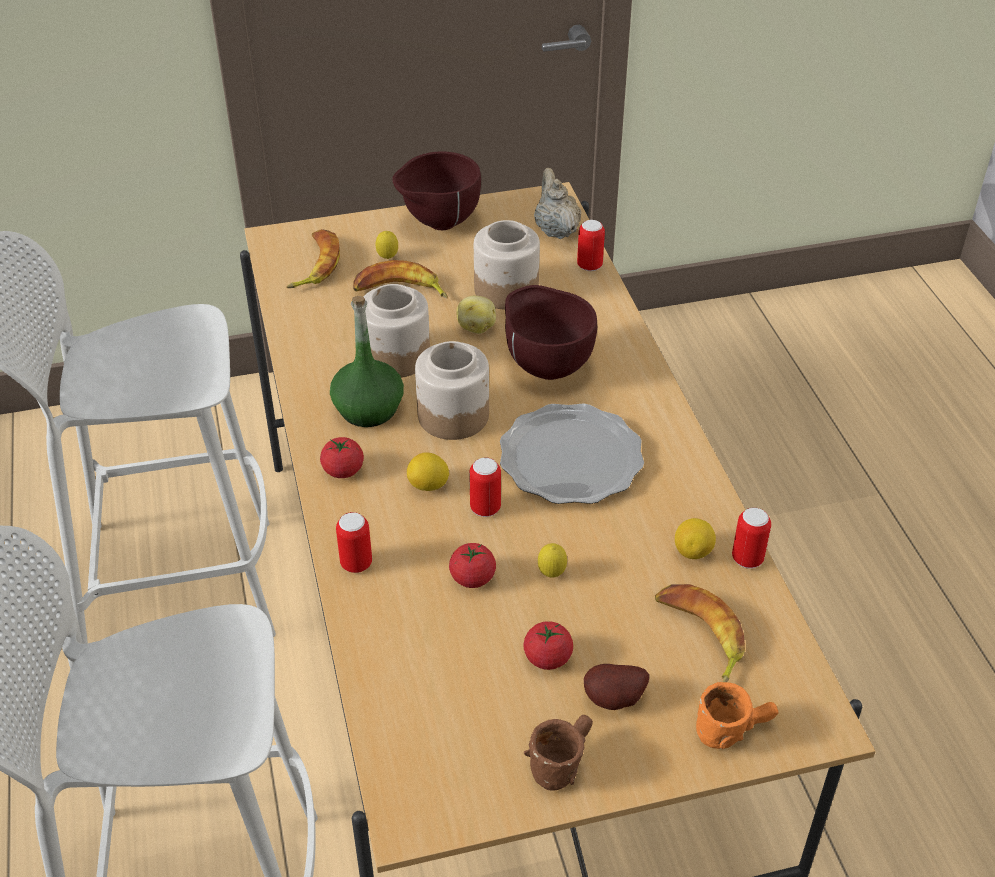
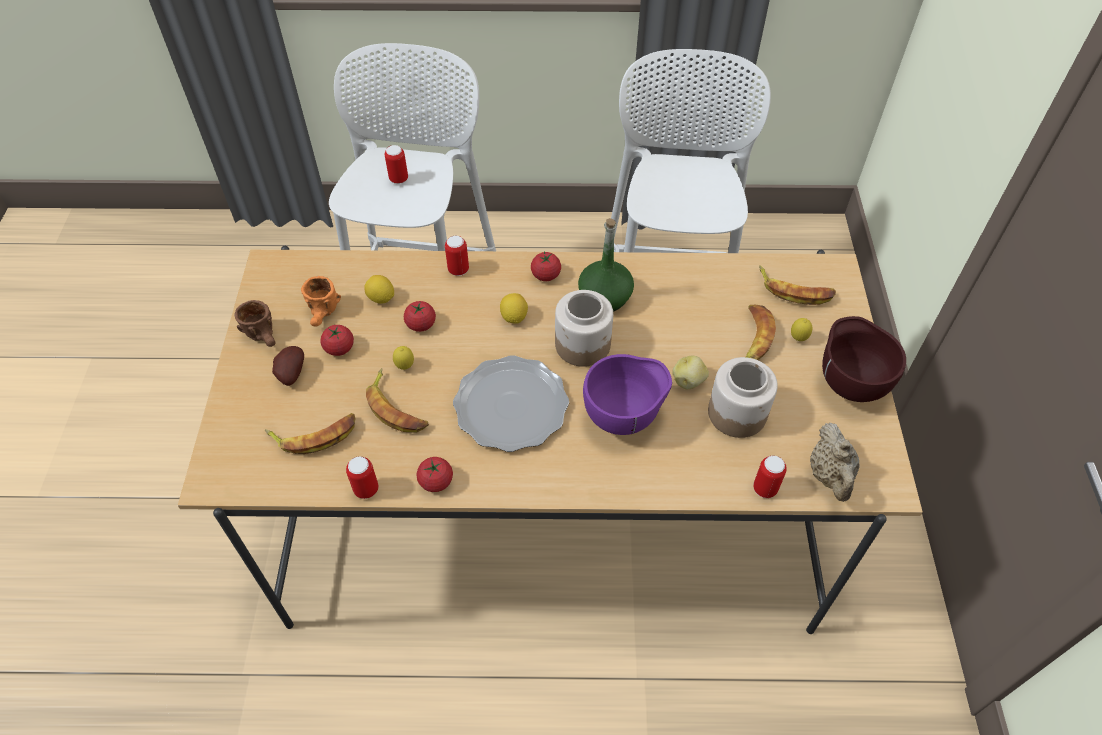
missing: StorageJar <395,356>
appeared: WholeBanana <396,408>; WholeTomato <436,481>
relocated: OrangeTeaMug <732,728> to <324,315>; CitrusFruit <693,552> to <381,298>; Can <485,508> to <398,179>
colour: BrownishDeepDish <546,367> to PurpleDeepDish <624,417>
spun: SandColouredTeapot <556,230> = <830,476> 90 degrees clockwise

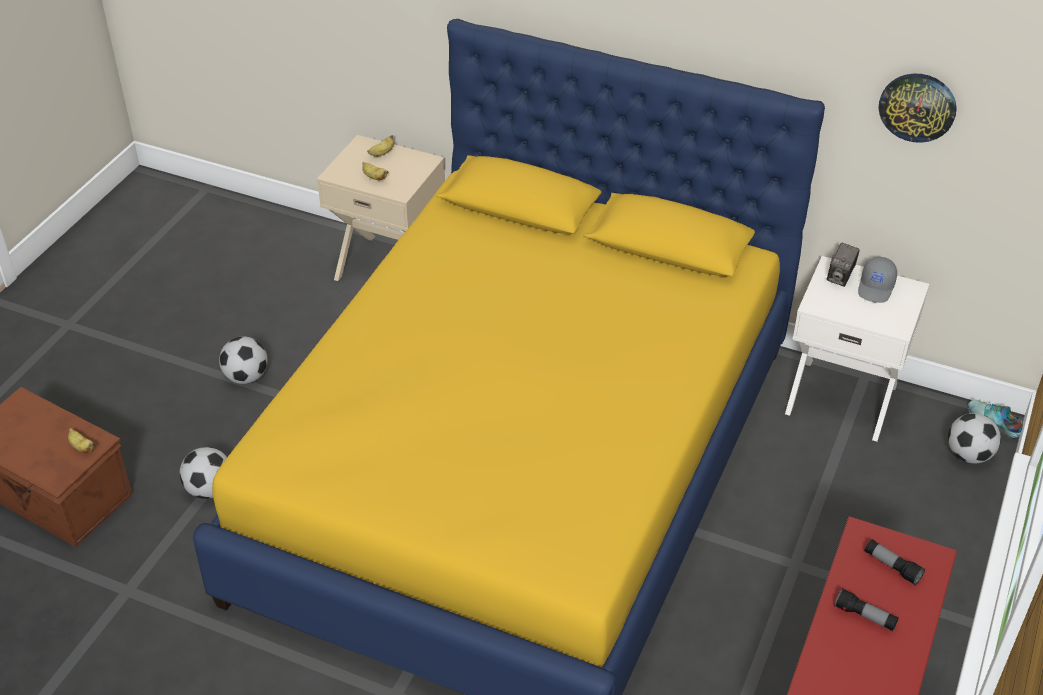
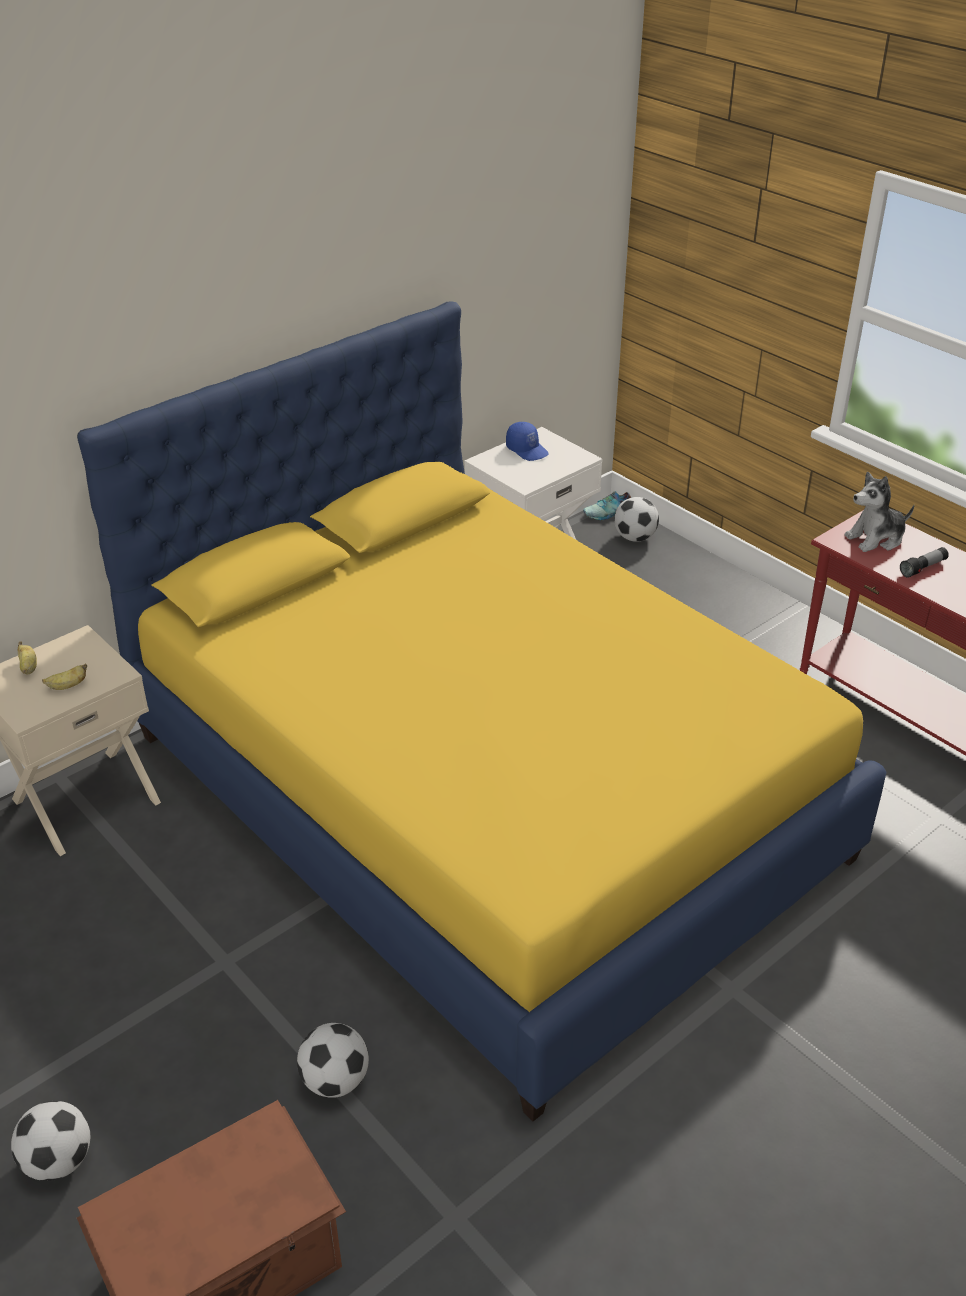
missing: WholeBanana <81,447>; PhotoCamera <840,277>; ClockOnTheWall <917,107>
relocated: FootballBall <246,377> to <58,1161>
exchanged: HandTorch <892,567> to CuddlyToy <876,538>
colour: GreyPeakedCap <876,288> to BlueColouredPeakedCap <527,450>

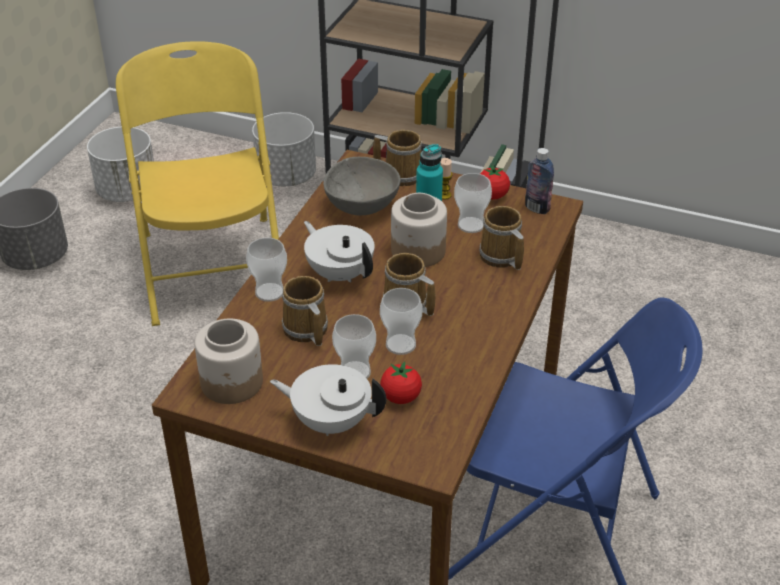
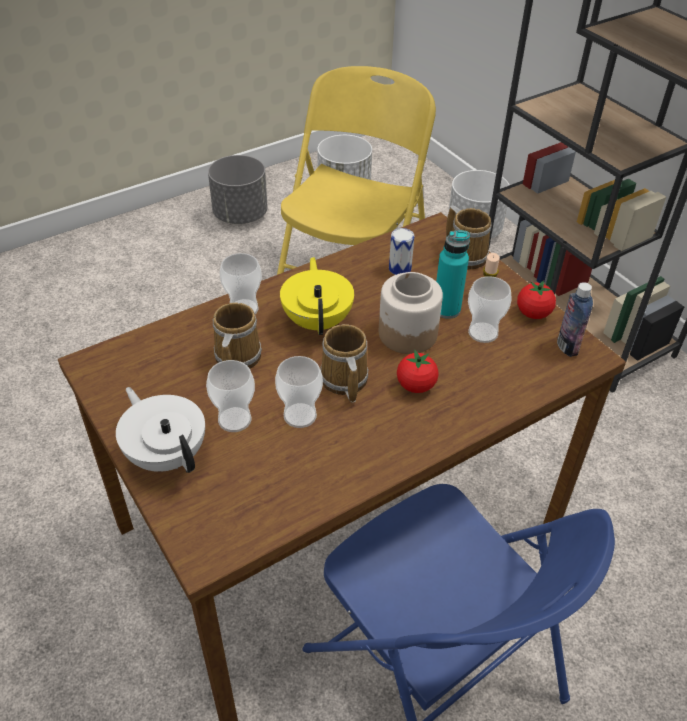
missing: StorageJar <232,383>; TeaMug <500,257>
relocated: WholeTomato <401,397> to <416,385>
exchanged: GreyDeepDish <361,206> to Can <400,269>
colour: WhiteColouredTeapot <340,273> to YellowTeapot <318,321>

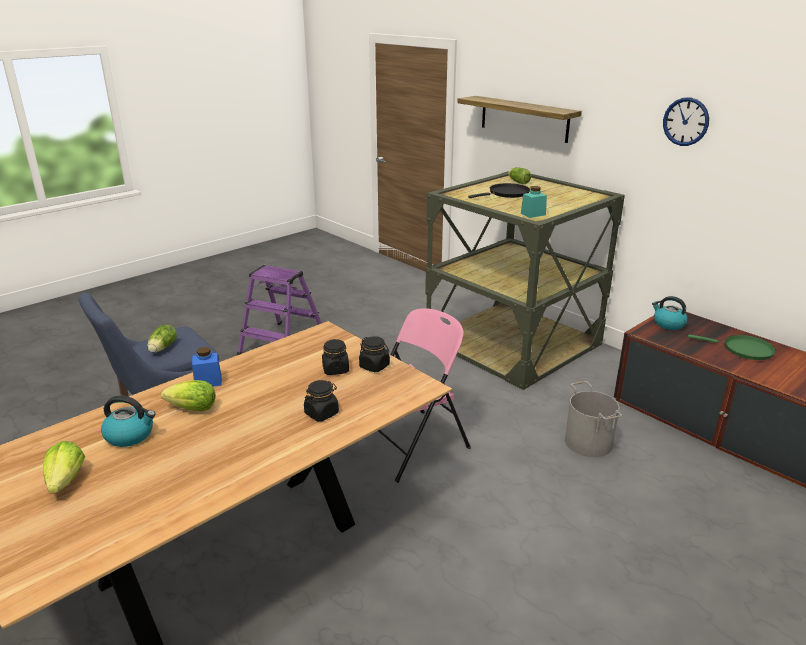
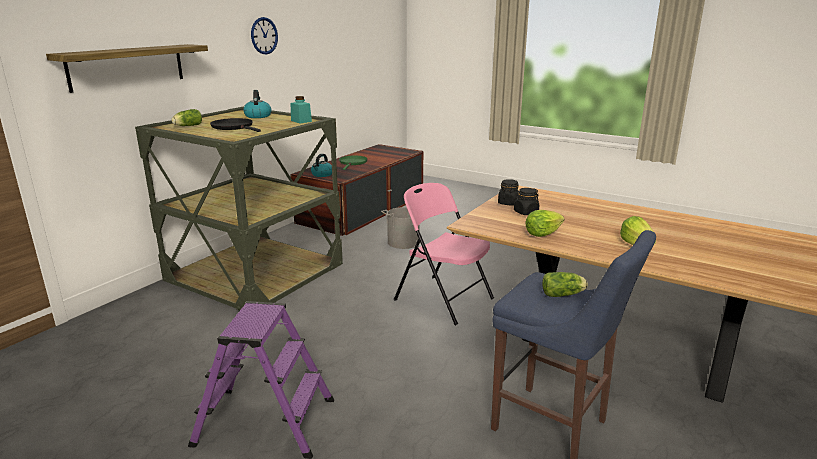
missing: BlueColouredStorageJar <208,381>; BlackStorageJar <321,413>
relocated: TeaKettle <130,435> to <258,116>; Lettuce <66,481> to <542,234>

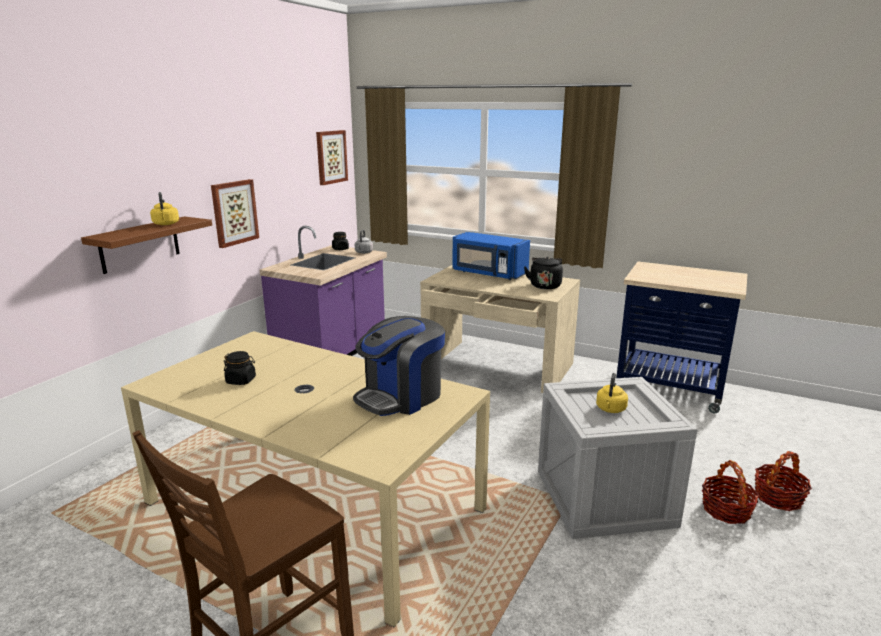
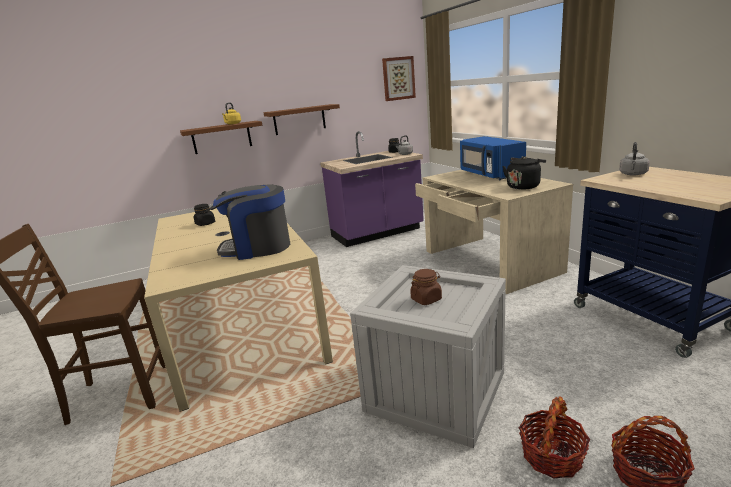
appeared: GreyTeaKettle <633,174>
exchanged: WallPicture <234,212> to BrownishShelf <299,119>; YellowTeaKettle <610,409> to BrownishStorageJar <426,299>

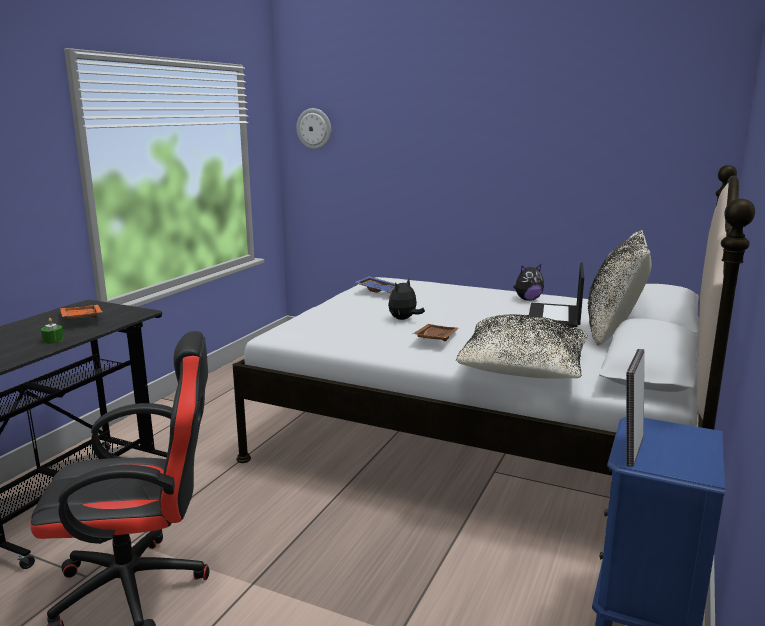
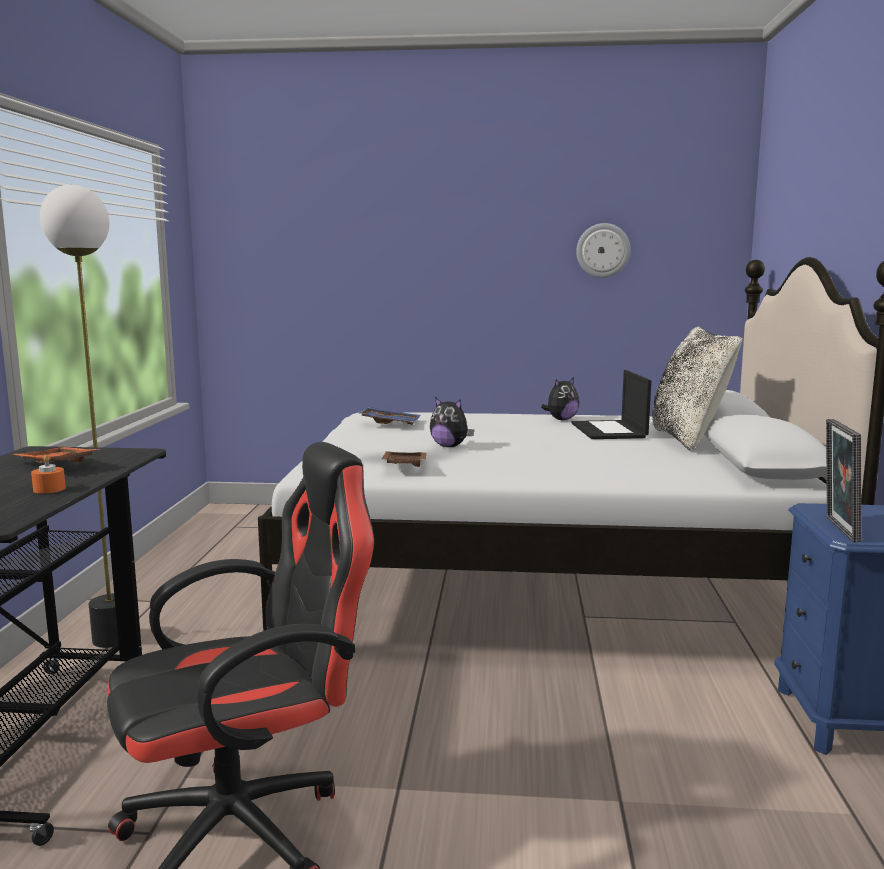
missing: SandColouredPillow <522,365>
appeared: StandingLamp <111,639>
relocated: BrownishServingTray <435,339> to <403,466>; ClockOnTheWall <314,129> to <603,250>
colour: GreenWaxCandle <53,340> to OrangeWaxCandle <49,489>
spun: CuddlyToy <404,319> = <450,446> 75 degrees counterclockwise

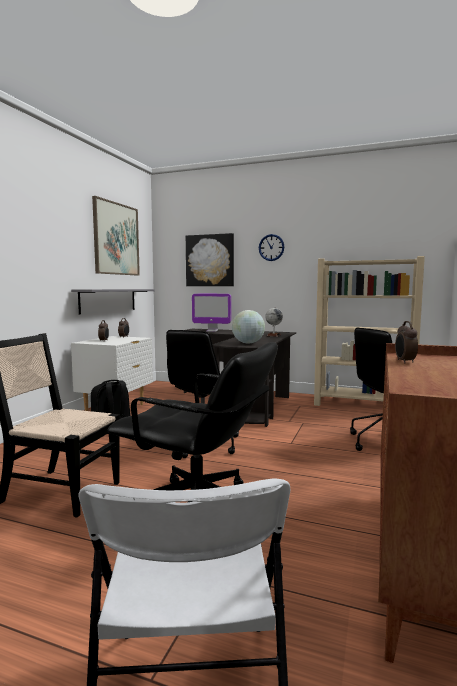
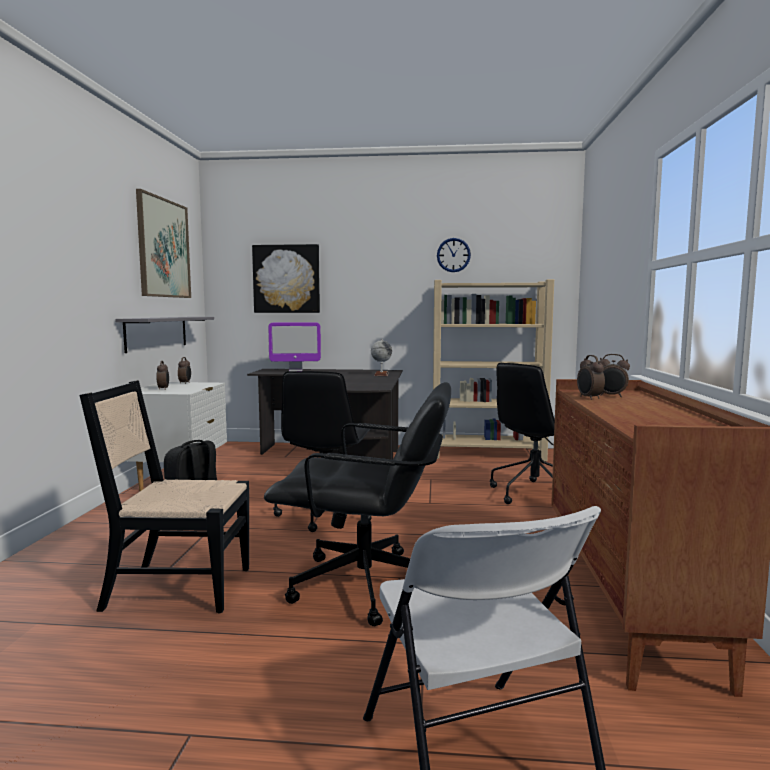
missing: WorldGlobe <248,343>
appeared: BedsideClock <611,396>
relocated: ClockOnTheWall <271,247> to <453,255>

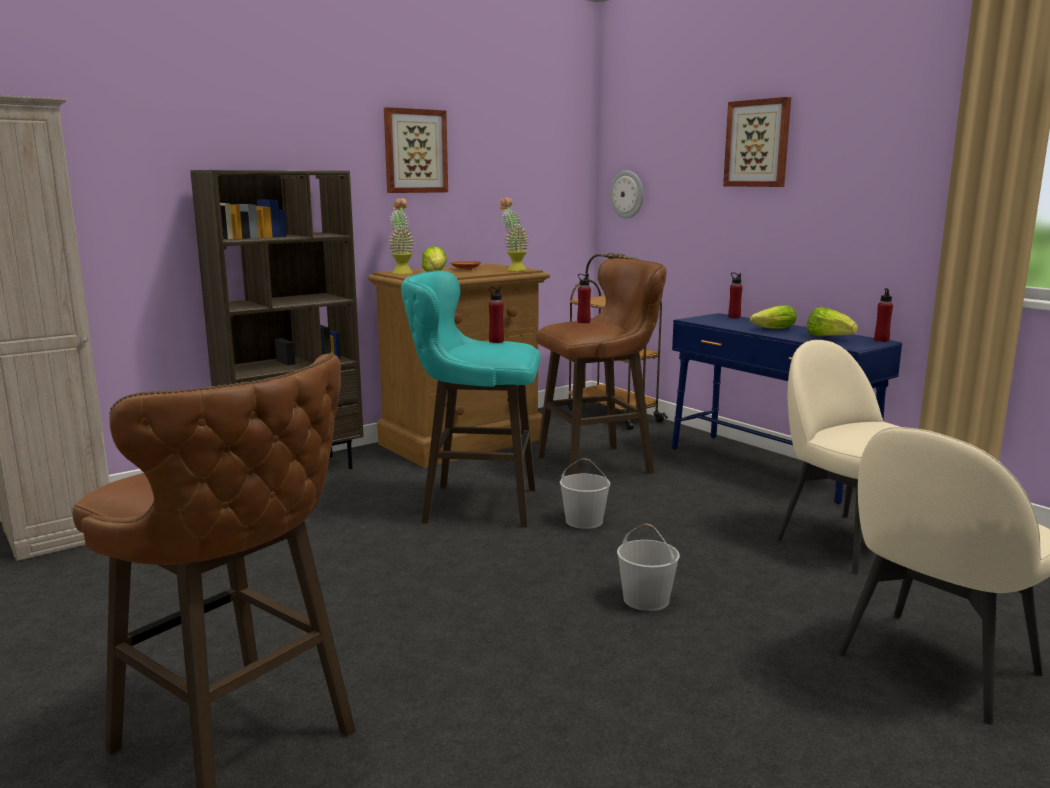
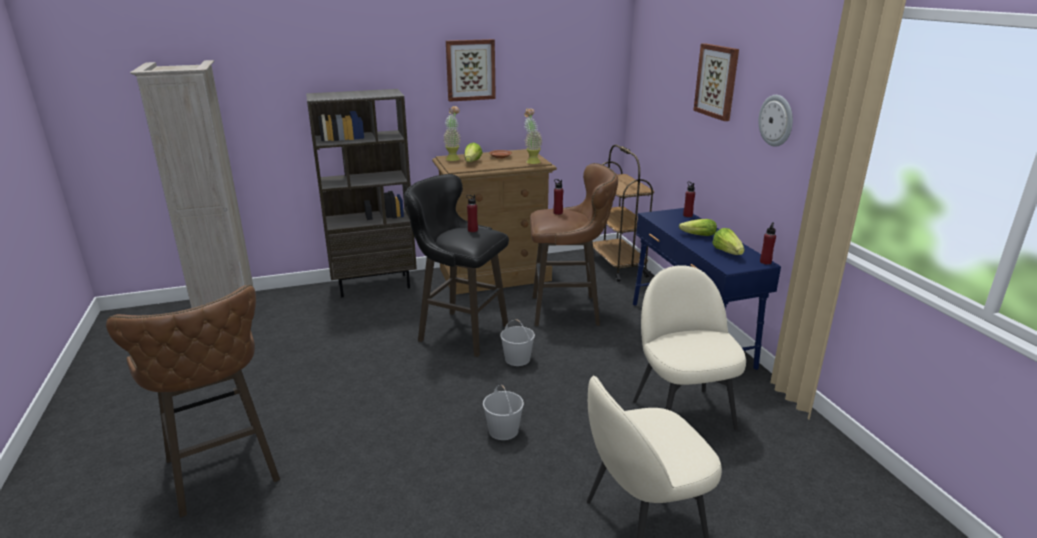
relocated: ClockOnTheWall <627,194> to <776,120>
colour: TurquoiseSittingStool <474,505> to BlackSittingStool <460,332>

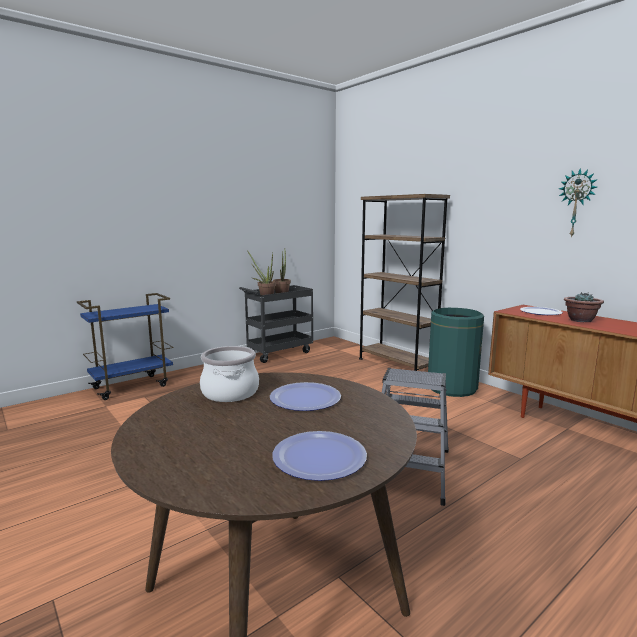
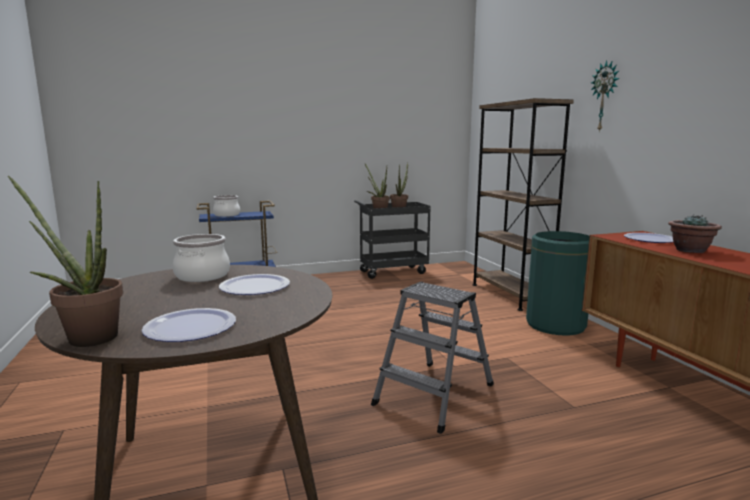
appeared: PottedPlant <85,337>; CookingPot <227,215>
relocated: ClockOnTheWall <577,203> to <605,96>

